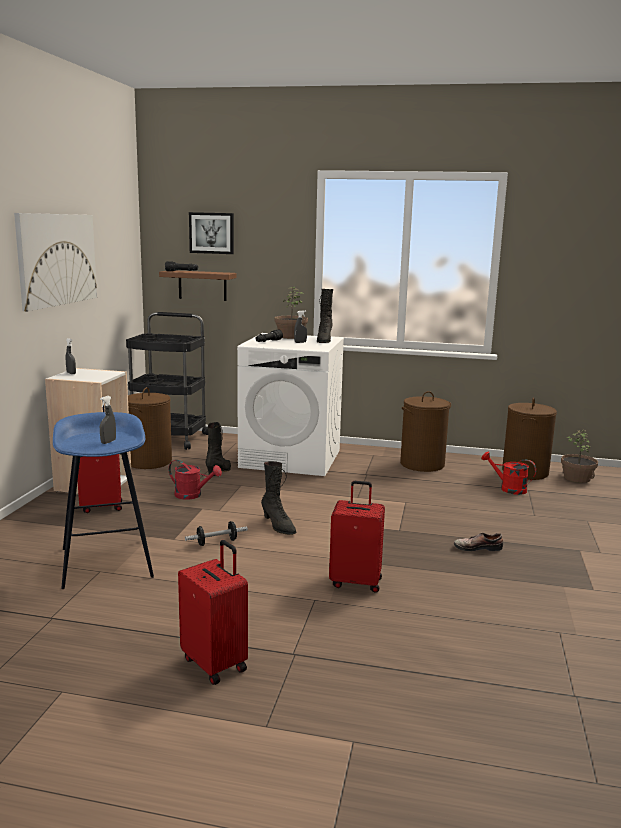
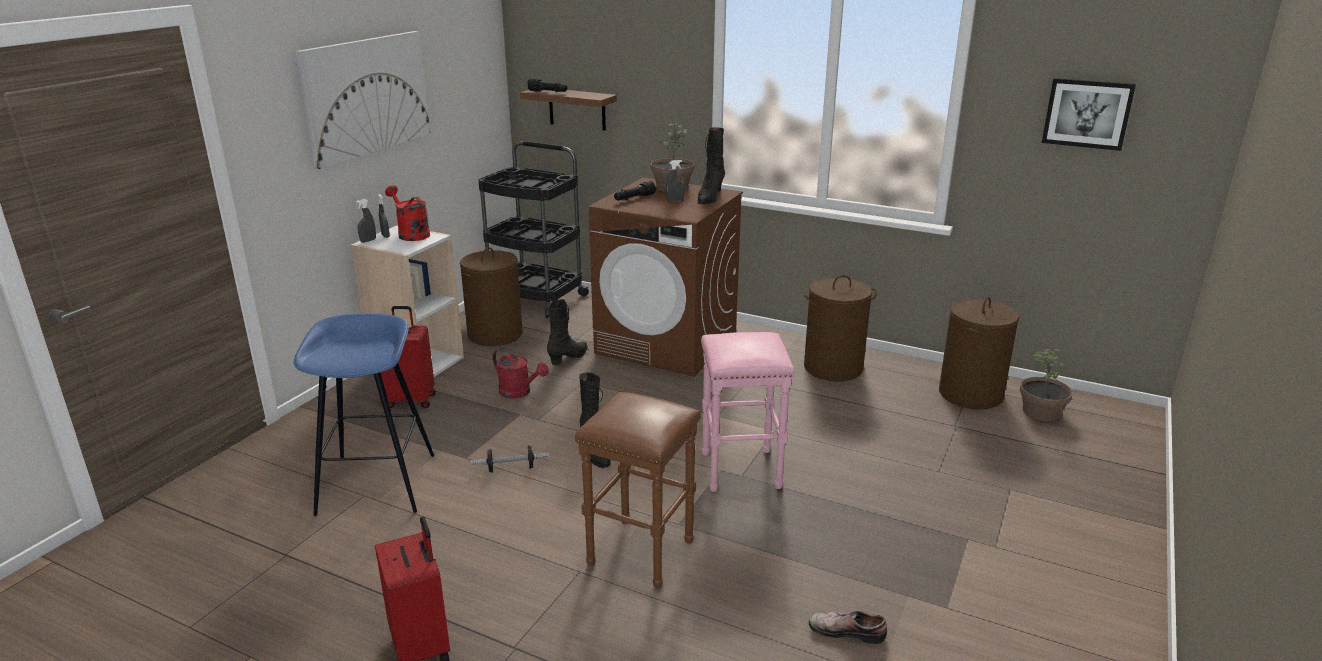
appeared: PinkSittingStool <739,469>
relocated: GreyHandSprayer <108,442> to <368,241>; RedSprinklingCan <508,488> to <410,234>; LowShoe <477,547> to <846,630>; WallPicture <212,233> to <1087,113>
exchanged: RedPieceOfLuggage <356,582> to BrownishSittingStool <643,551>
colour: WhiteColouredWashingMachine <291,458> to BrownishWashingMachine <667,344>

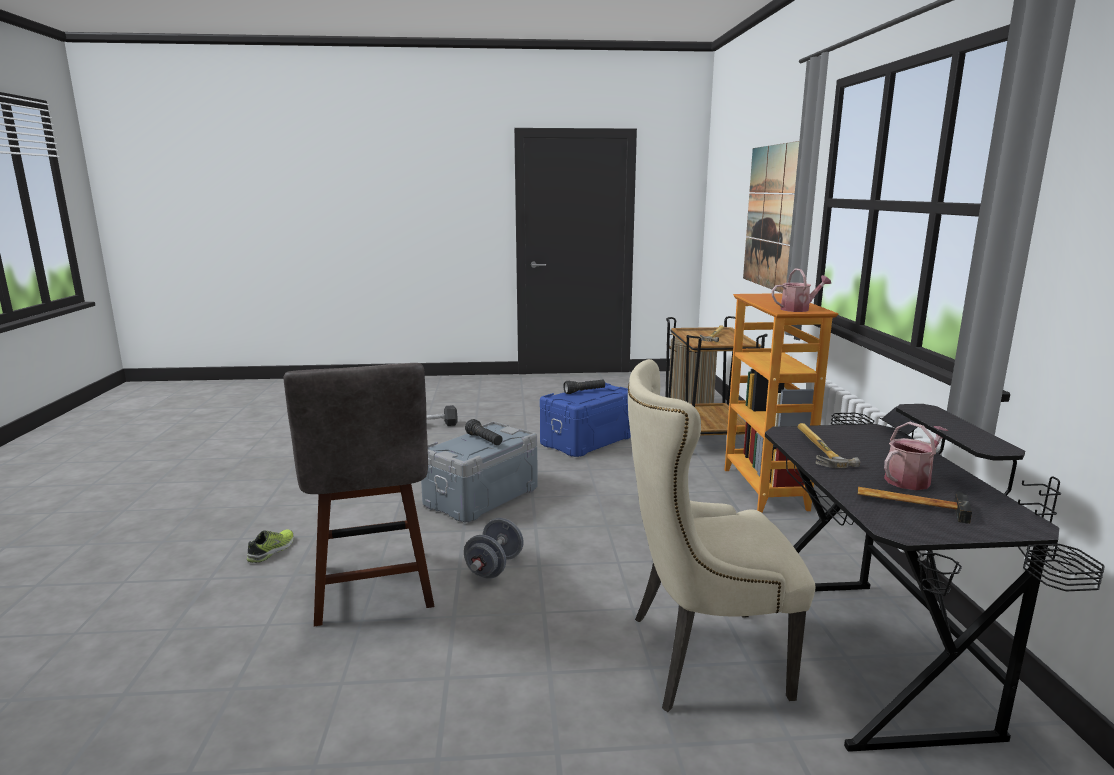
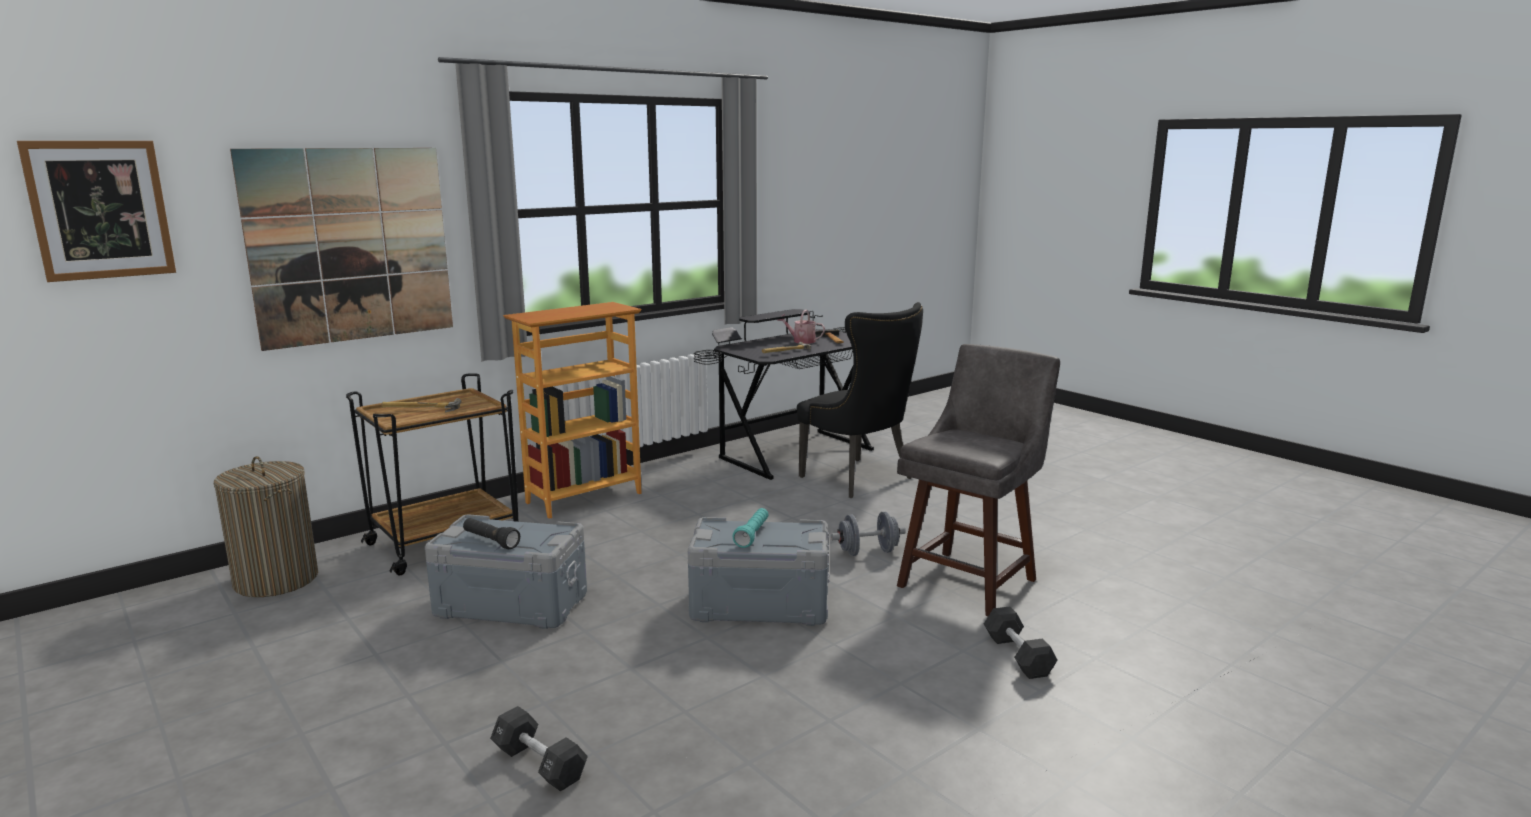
missing: SprinklingCan <798,309>
appeared: WallPicture <100,210>
exchanged: LowShoe <272,550> to BlackDumbbell <1018,656>
colour: BlueColouredStorageContainer <588,441> to GreyStorageContainer <512,603>; BlackHandTorch <484,440> to TurquoiseHandTorch <752,535>; SandColouredPlainChair <702,658> to BlackPlainChair <857,479>

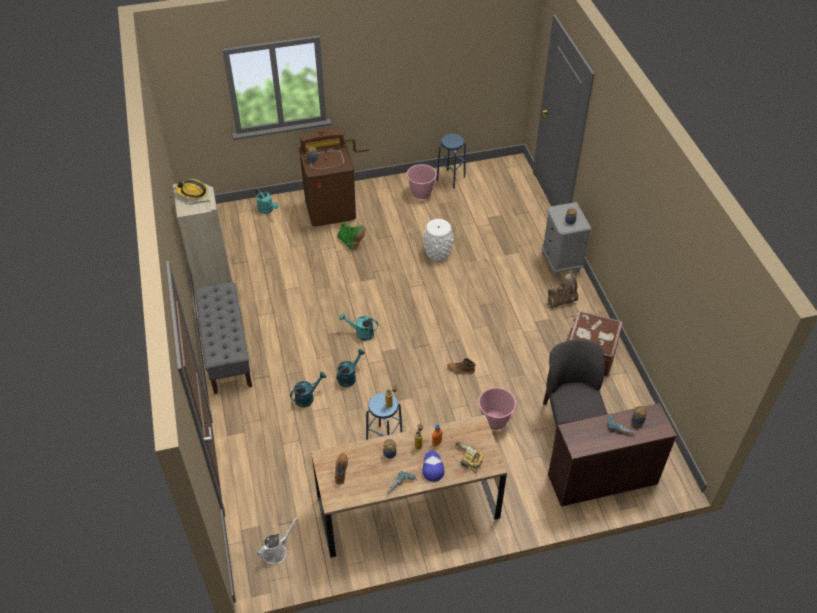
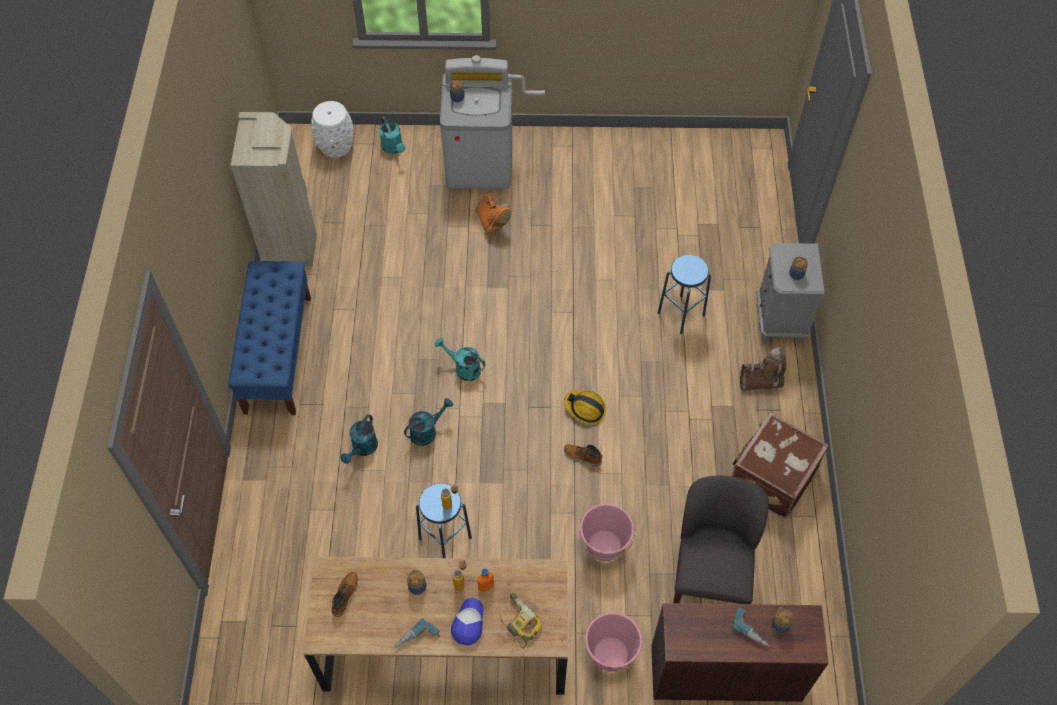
missing: WhiteColouredSprinklingCan <276,551>
relocated: WhiteColouredSittingStool <437,252> to <336,146>; HardHat <192,192> to <585,409>; PinkPail <421,193> to <610,654>; BlueColouredSittingStool <450,178> to <681,314>
colour: GreyIndoorBench <227,351> to BlueColouredIndoorBench <278,353>; BrownishWashingMachine <331,209> to GreyWashingMachine <481,165>; GreenBoot <351,243> to OrangeBoot <492,224>
spun: TurquoiseSprinklingCan <307,397> = <362,449> 135 degrees clockwise

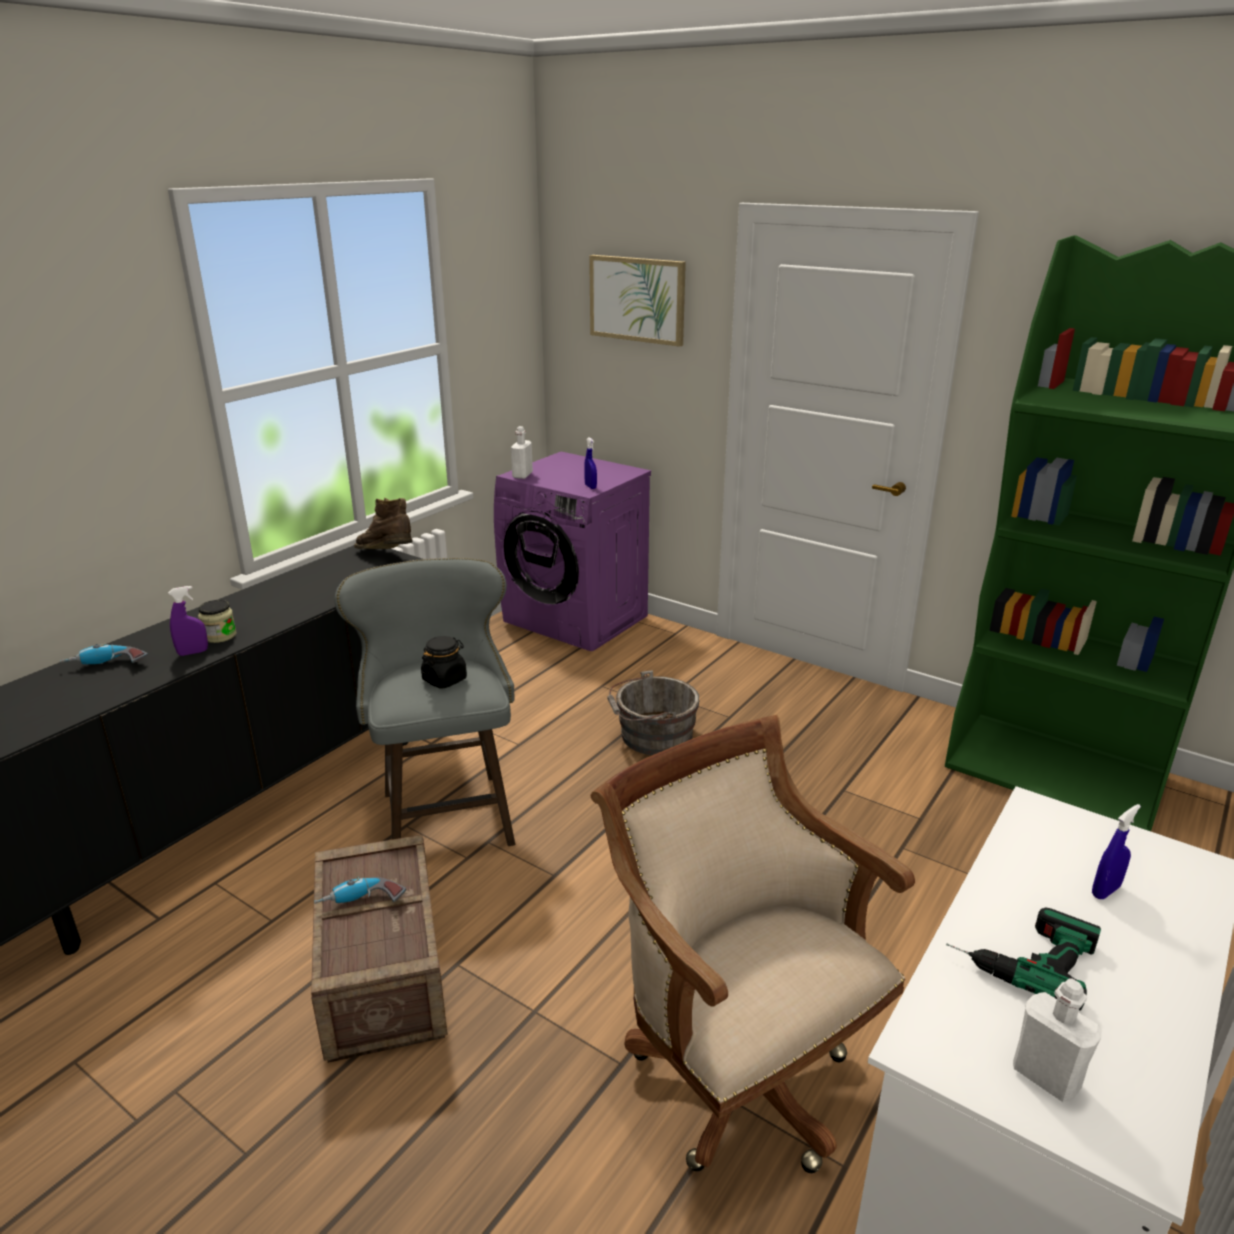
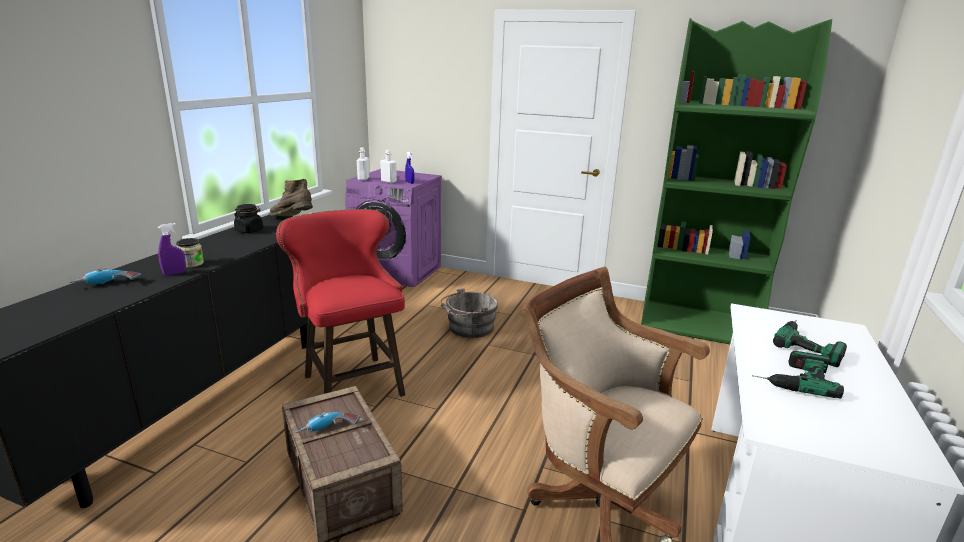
missing: WallPicture <637,299>
relocated: BlackStorageJar <445,679> to <249,230>; WhiteColouredDrinkBottle <1046,1077> to <388,181>
exchanged: BlueColouredHandSprayer <1105,891> to Drill <810,344>
colour: GreySittingStool <446,813> to RedSittingStool <352,383>

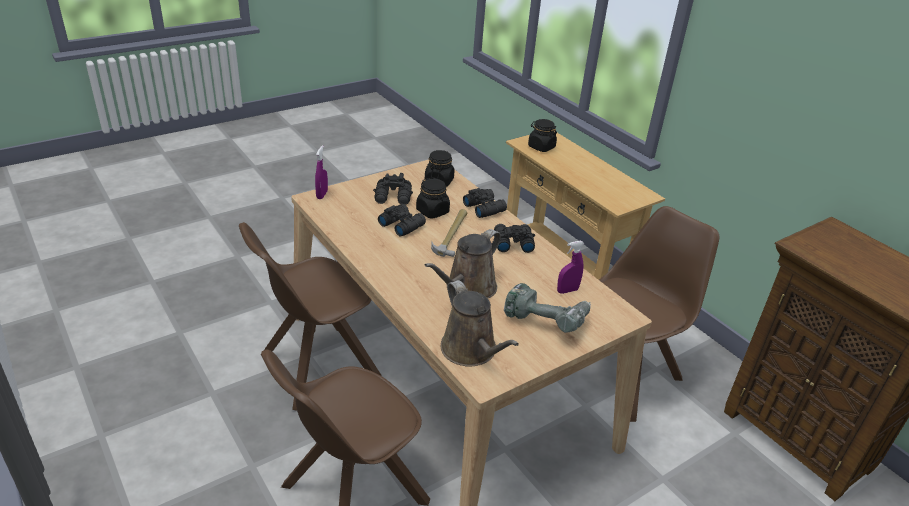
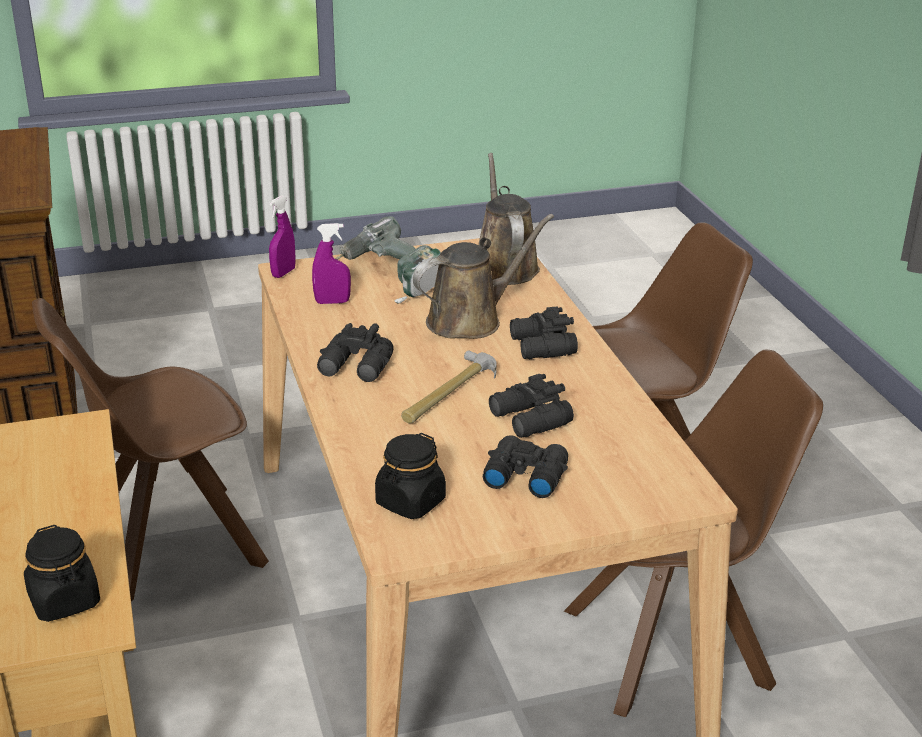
missing: BlackStorageJar <432,211>
relocated: PurpleHandSprayer <322,195> to <283,273>; BlackPairOfBinoculars <484,208> to <541,347>

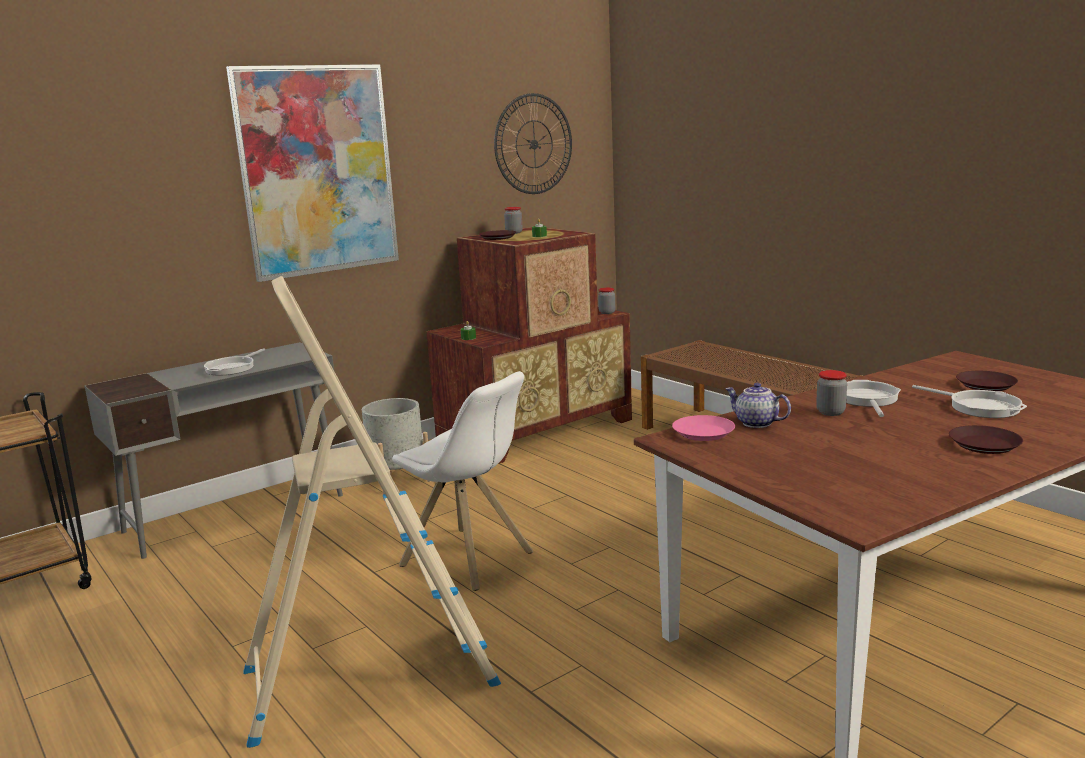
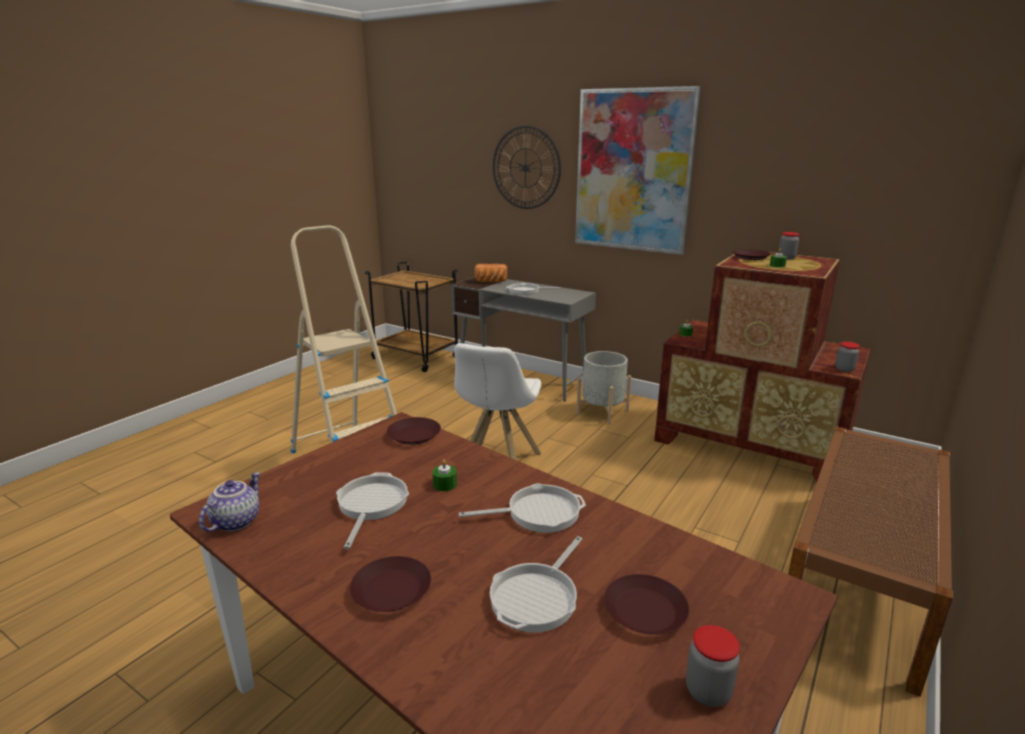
appeared: Skillet <371,505>; GreenWaxCandle <445,484>; BakedBread <490,282>
relocated: Teapot <755,423> to <235,521>; ClockOnTheWall <533,144> to <525,168>; StorageJar <830,412> to <708,691>
colour: PinkDinnerPlate <703,433> to BrownishDinnerPlate <413,435>

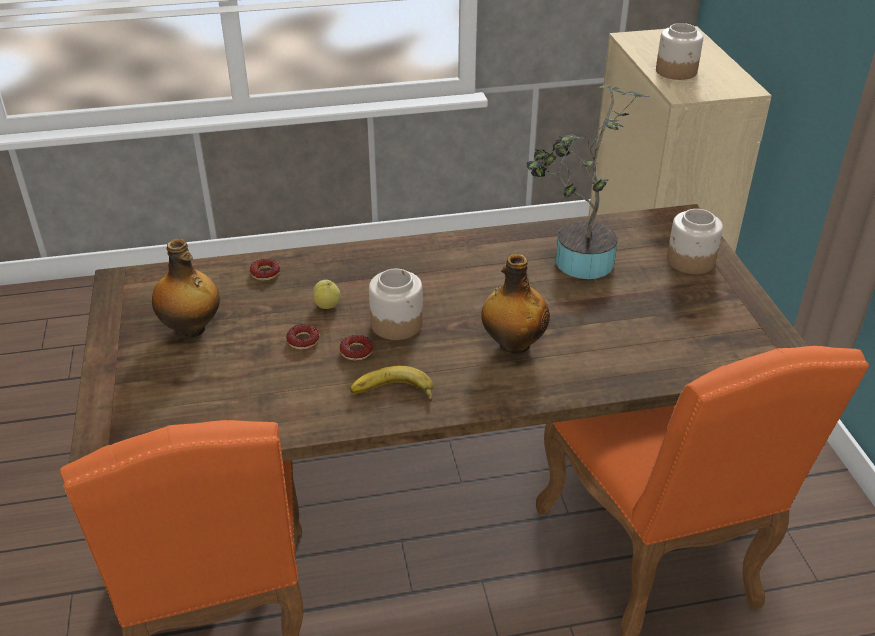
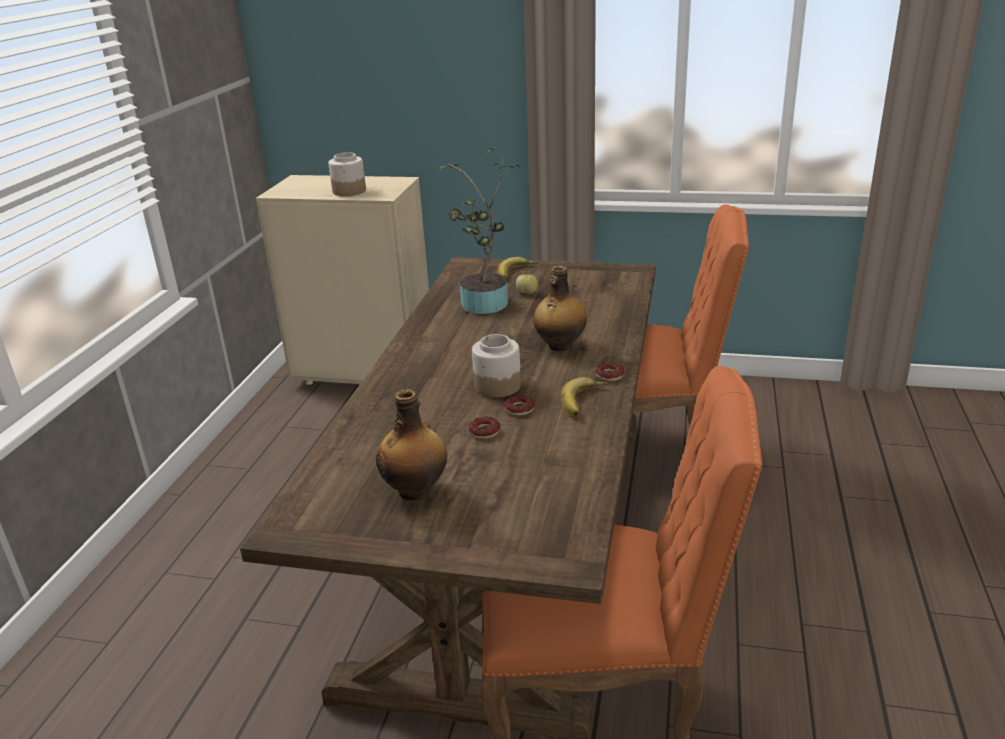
relocated: WholeApple <327,305> to <527,293>; Donut <265,273> to <609,375>
exchanged: StorageJar <690,261> to WholeBanana <516,273>

